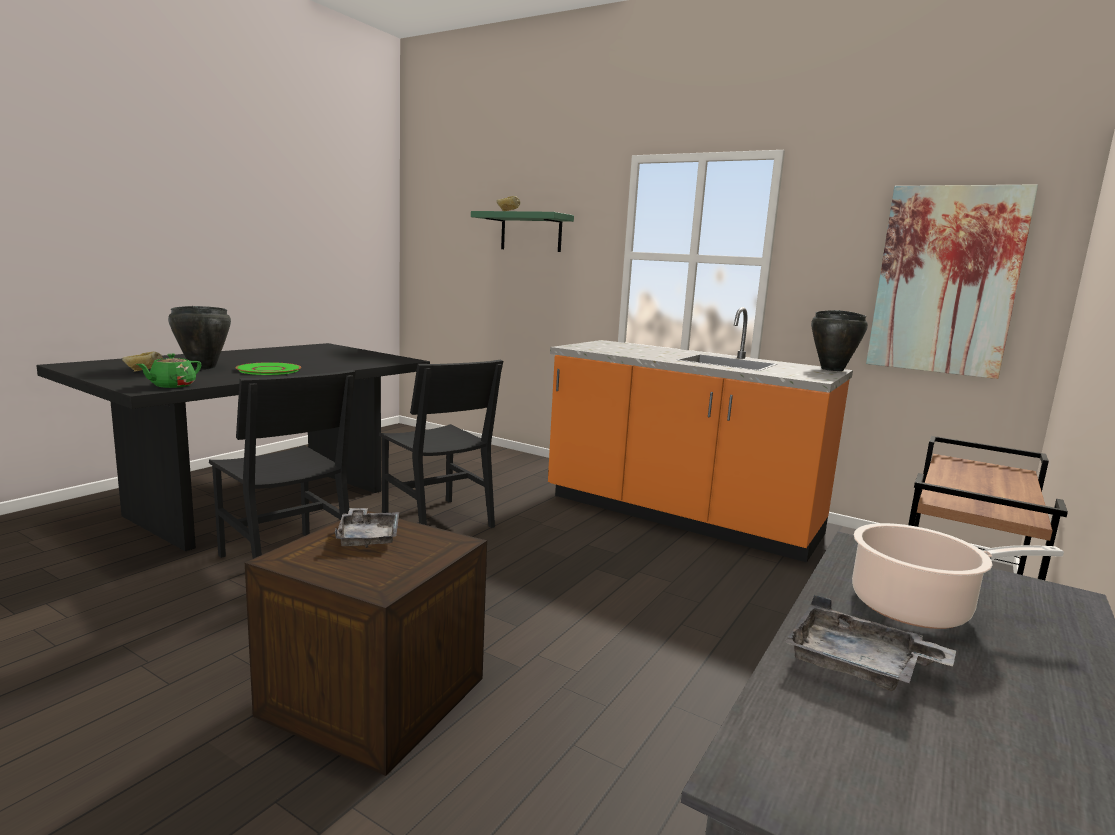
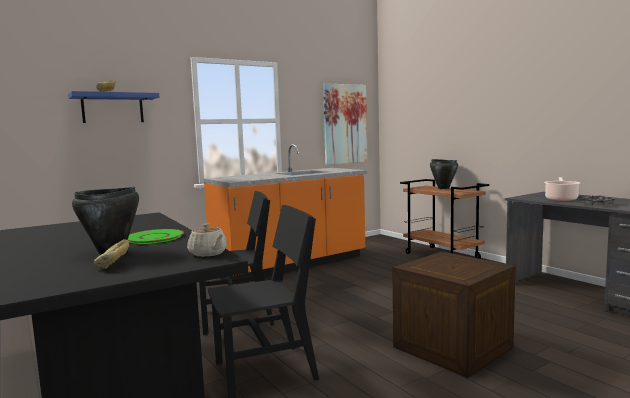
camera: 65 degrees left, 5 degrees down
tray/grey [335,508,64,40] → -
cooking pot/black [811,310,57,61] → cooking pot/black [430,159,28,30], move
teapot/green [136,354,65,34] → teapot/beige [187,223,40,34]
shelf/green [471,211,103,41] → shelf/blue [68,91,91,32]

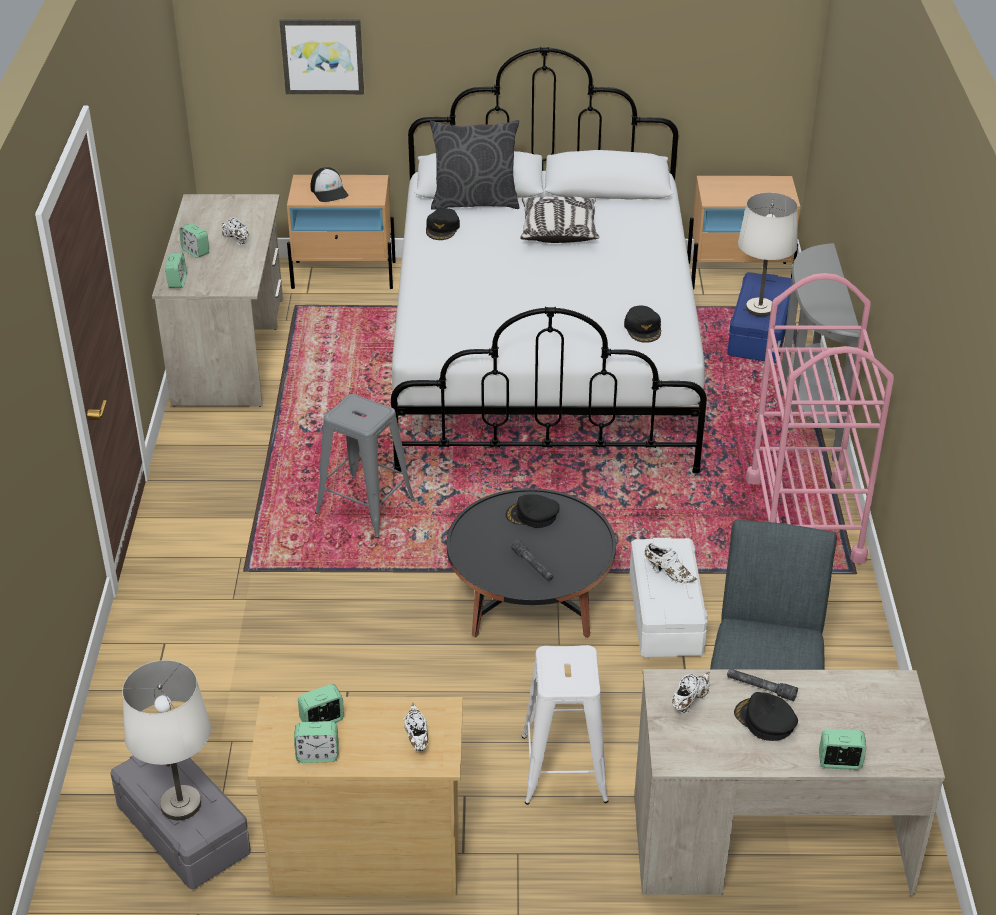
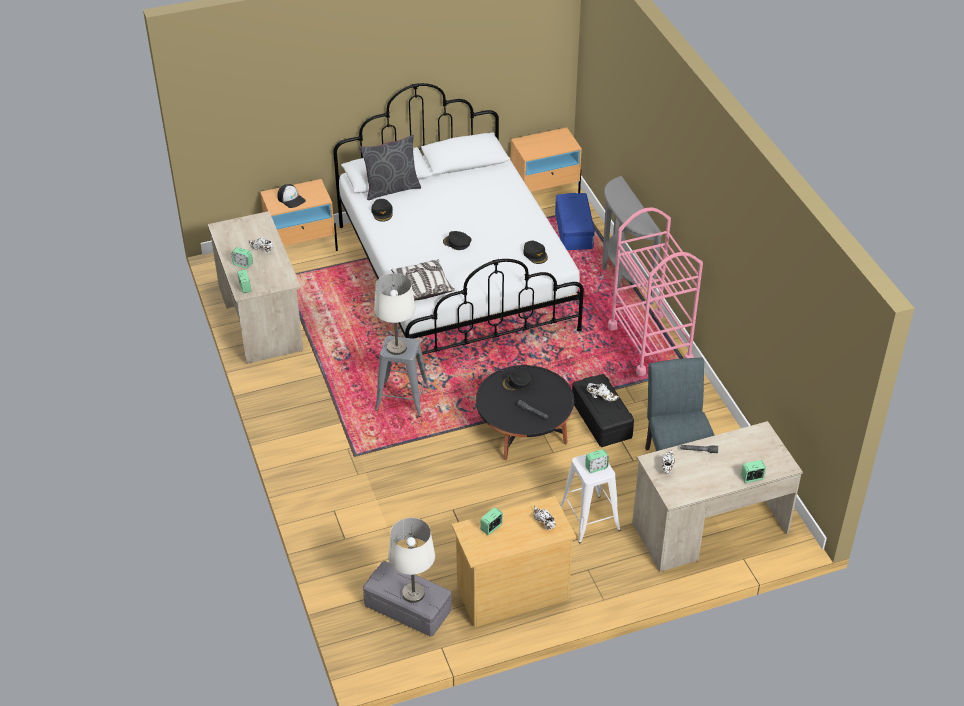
camera: 20 degrees left, 5 degrees up
picture [279,19,85,75] → -
alarm clock [294,721,45,42] → alarm clock [585,449,24,24], move
pillow [520,197,79,46] → pillow [391,259,64,42], move
cap/black [734,692,64,49] → cap/black [443,231,29,19], move
table lamp/white [738,192,60,125] → table lamp/white [374,273,42,82], move
storage box/white [630,537,78,120] → storage box/black [572,374,62,73]

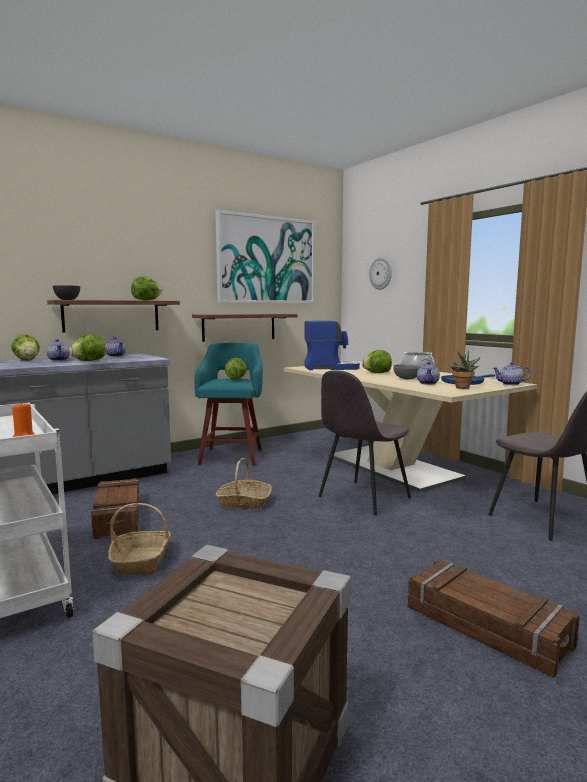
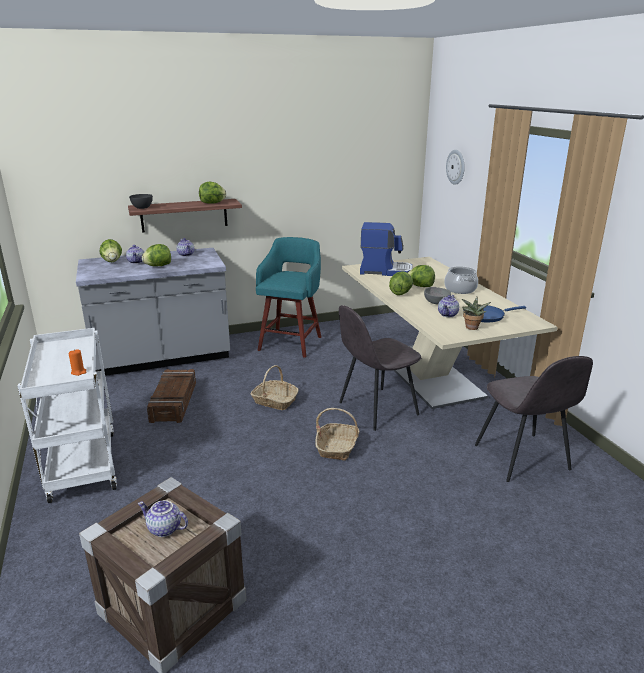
camera: 15 degrees right, 15 degrees up
shelf [192,314,106,28] → -
picture [215,210,100,93] → -
crate [408,560,172,118] → -
basket [108,503,63,71] → basket [315,408,45,53], move
lettuce [225,357,22,23] → lettuce [389,271,24,24], move
teapot [493,362,38,23] → teapot [138,500,50,37], move

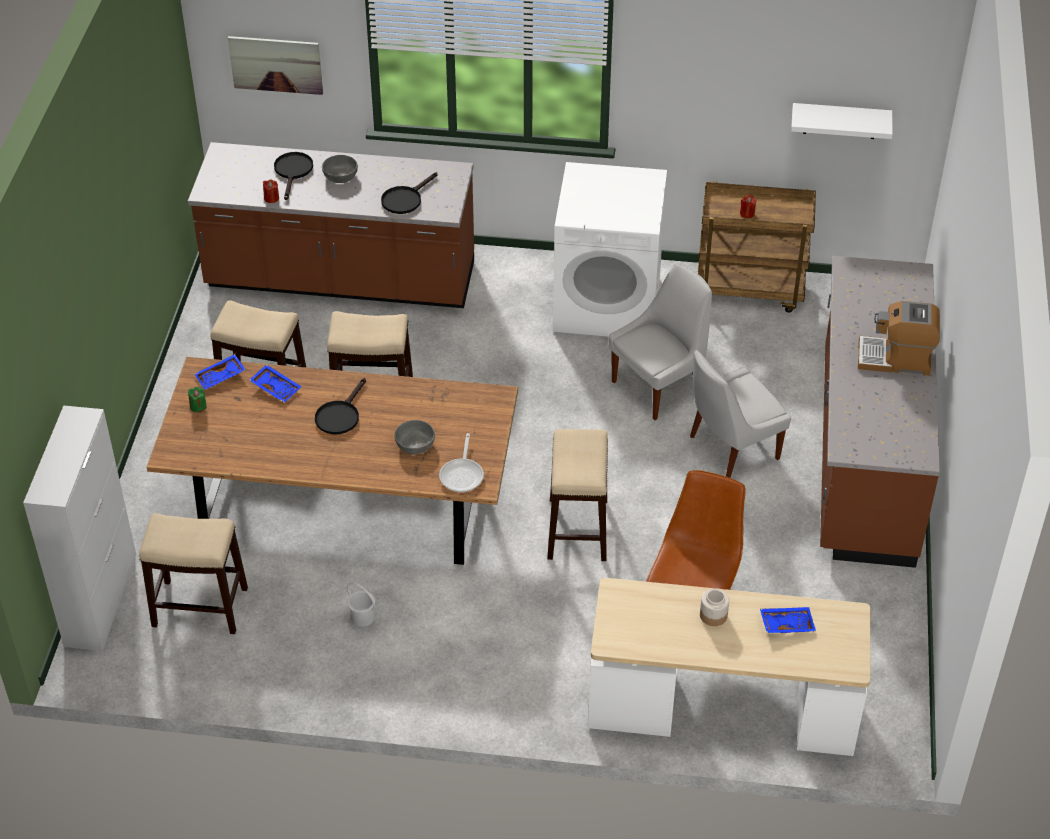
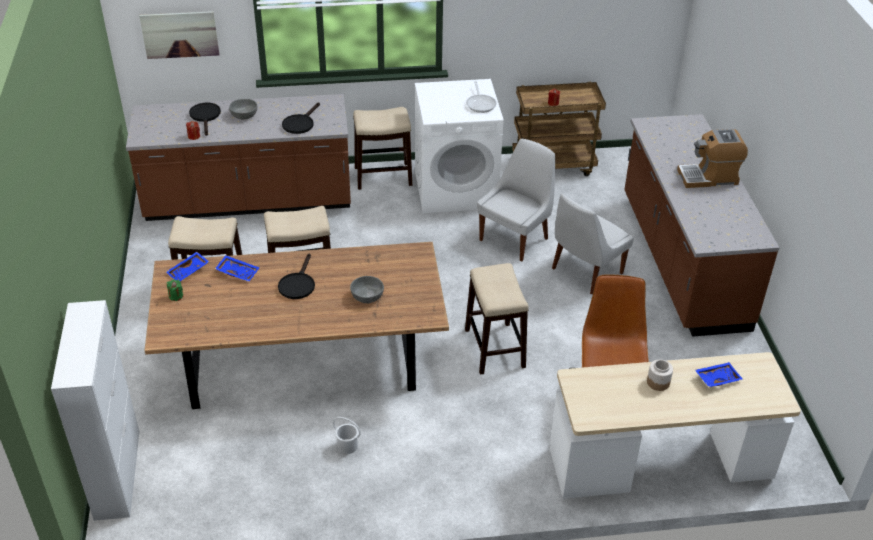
camera: 15 degrees left, 5 degrees down
shelf/white [791,103,102,36] → -
stool [139,513,109,121] → stool [353,107,59,83], move
frying pan [439,433,45,59] → frying pan [466,81,31,32], move

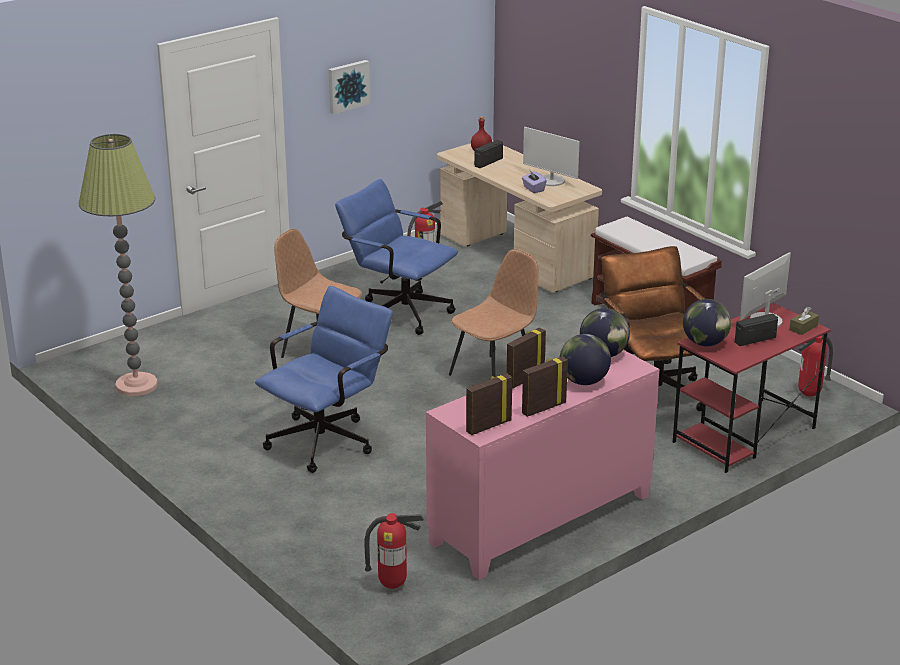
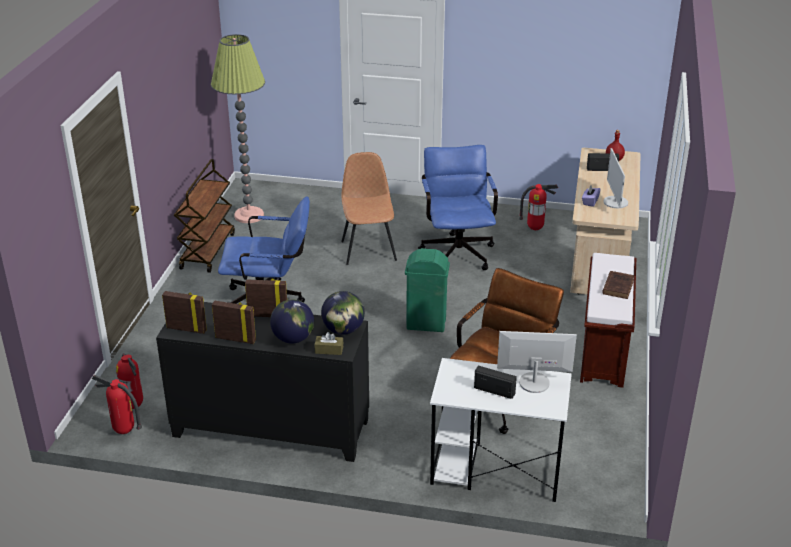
camera: 50 degrees right, 5 degrees up
picture [328,60,42,54] → -
globe [683,299,48,47] → -
- → cart/brown [174,159,61,114]
- → book/brown [602,271,33,28]
tissue box/brown [789,307,30,28] → tissue box/brown [314,332,29,23], move
fire extinguisher [798,335,35,62] → fire extinguisher [92,375,50,59], move
chair/brown [449,249,90,128] → trash can/green [405,248,45,84]
cabinet/pink [426,350,233,230] → cabinet/black [156,302,213,160]
desk/red [673,303,158,170] → desk/white [430,358,142,144]

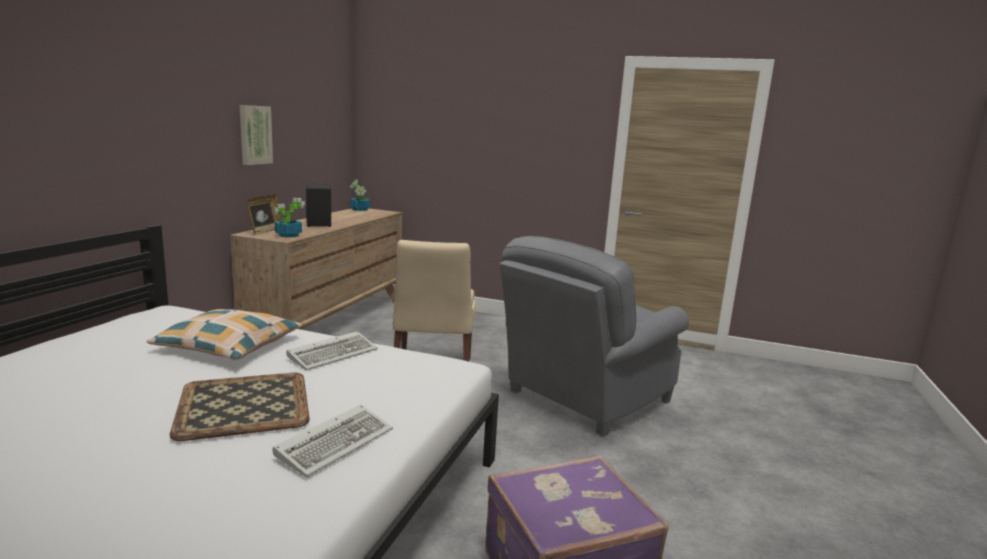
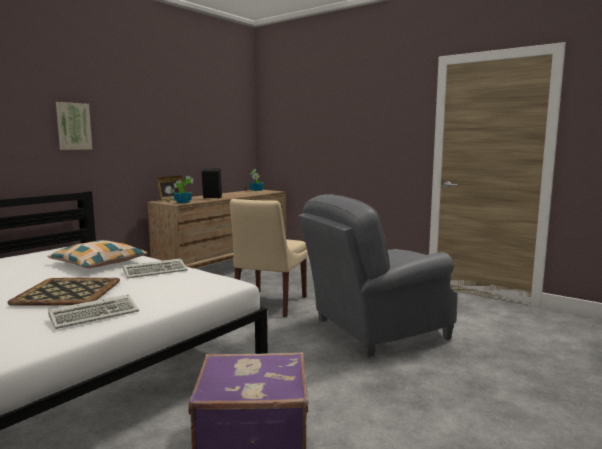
camera: 20 degrees right, 5 degrees down
picture [239,105,34,60] → picture [56,102,36,48], move

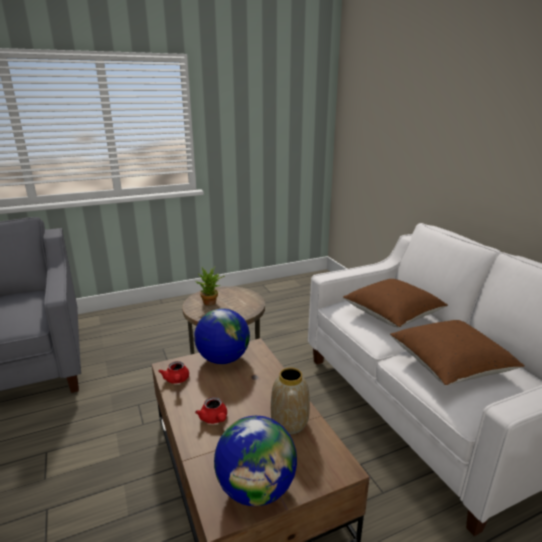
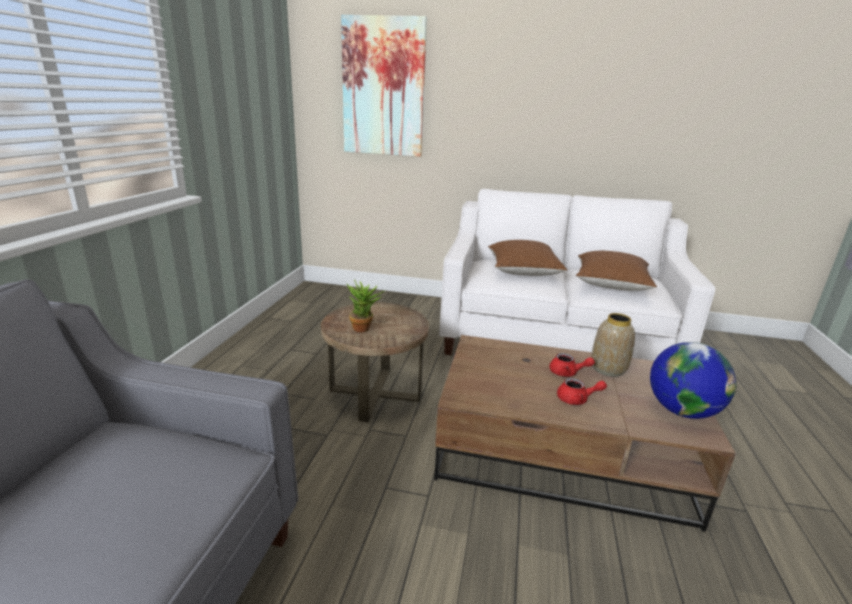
camera: 55 degrees left, 0 degrees up
globe [194,308,56,56] → -
- → picture [341,15,86,142]
teapot/red [158,361,31,23] → teapot/red [549,353,46,24], move

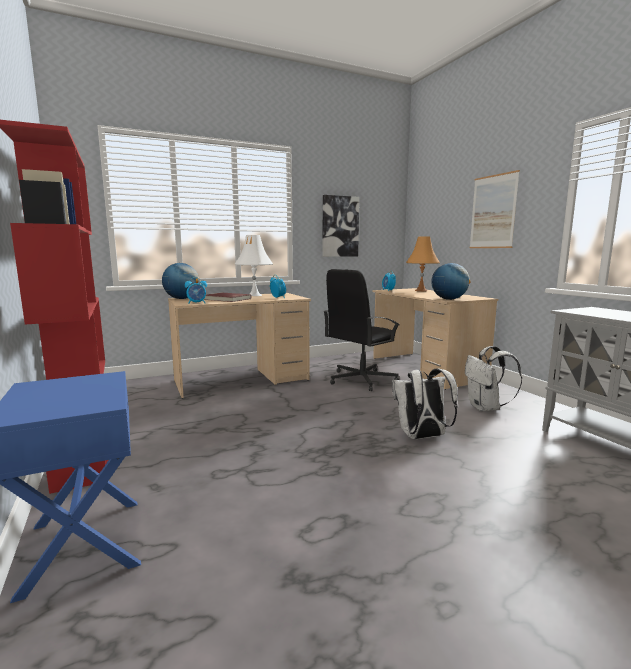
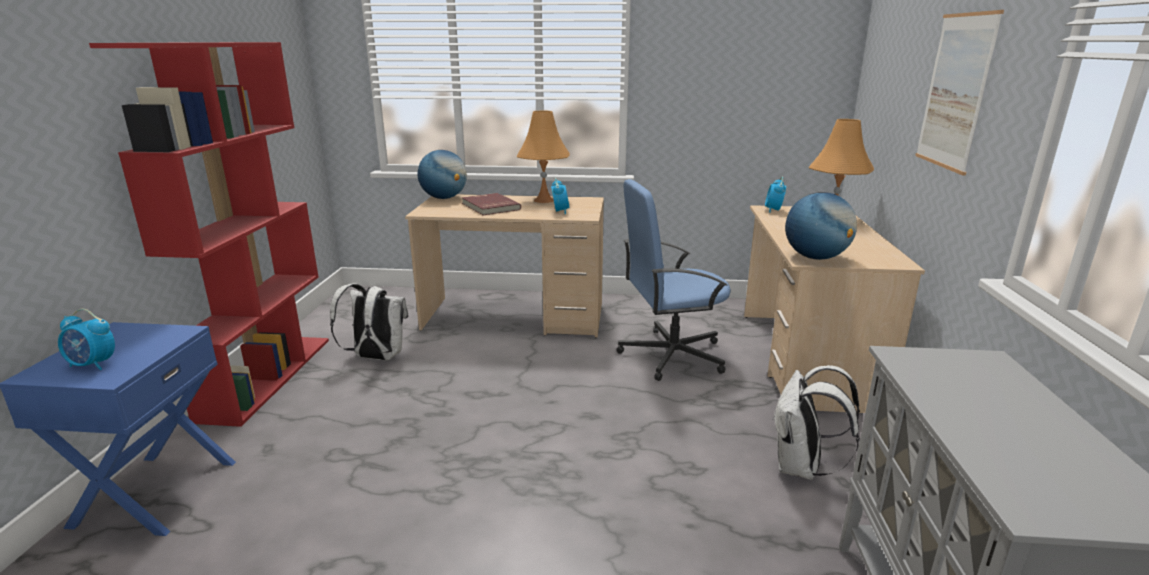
camera: 30 degrees right, 10 degrees up
picture [322,195,37,62] → -
alarm clock [185,277,22,27] → alarm clock [58,309,57,61], move
backpack/white [392,368,66,71] → backpack/white [330,283,78,77], move
table lamp/white [235,235,38,61] → table lamp/orange [517,110,53,93]
office chair/black [323,269,77,122] → office chair/blue [617,179,114,202]

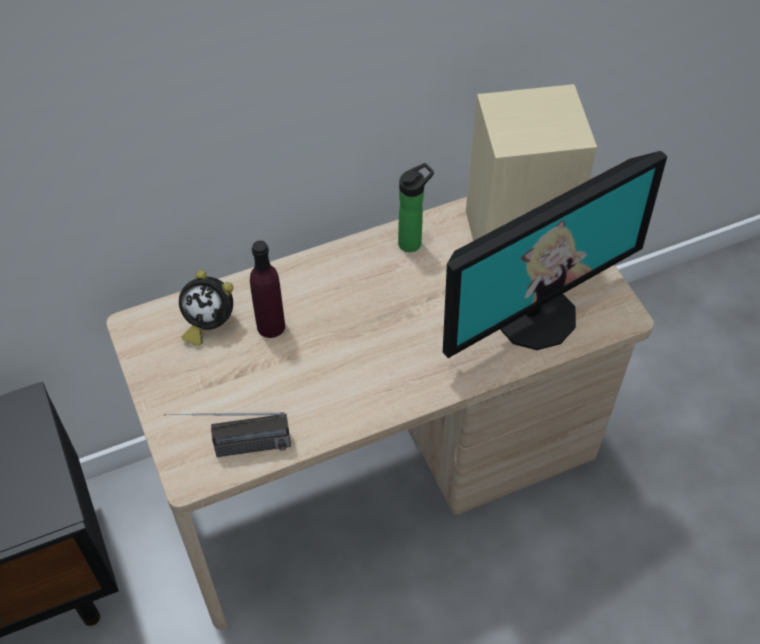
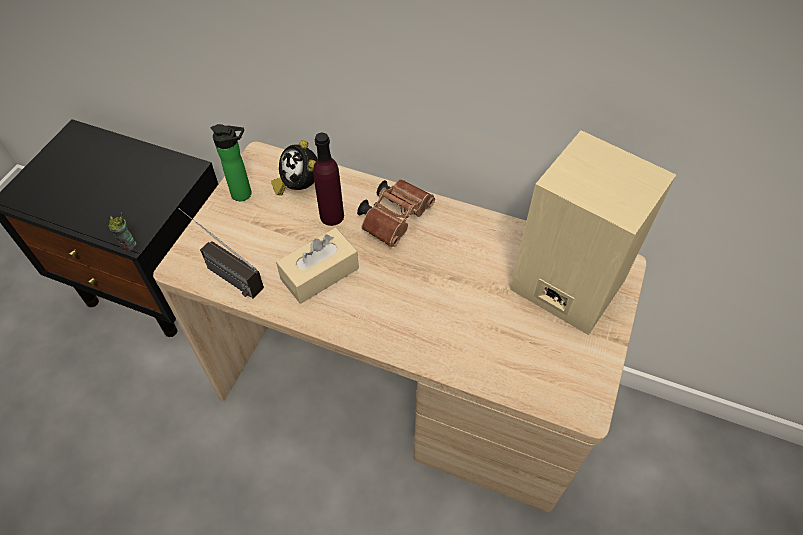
camera: 45 degrees right, 0 degrees up
monitor [443,151,224,207] → -
- → cup [108,212,28,39]
- → tissue box/beige [276,228,83,76]
- → binoculars/brown [357,179,78,68]
bottle [398,163,36,89] → bottle [211,124,41,77], move

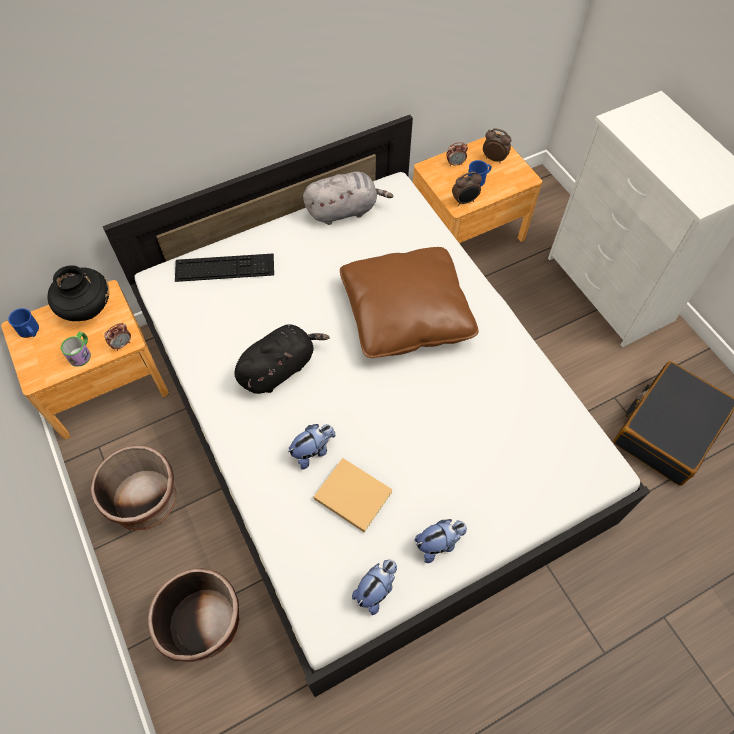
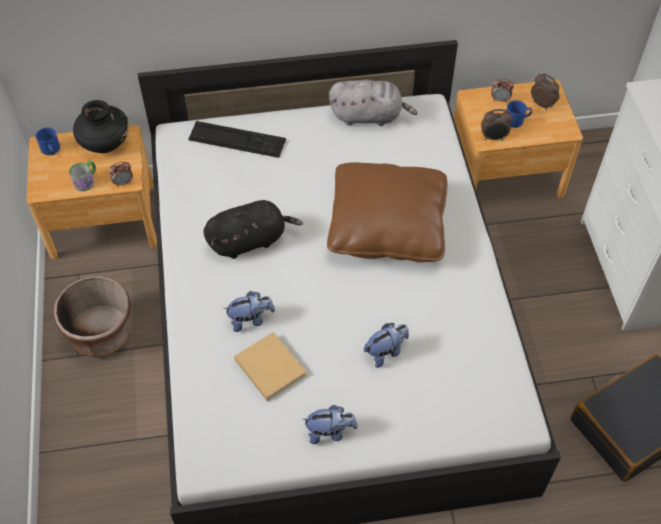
camera: 20 degrees right, 5 degrees down
planter/brown [148,568,91,94] → -
plush toy [352,559,45,56] → plush toy [364,323,45,45], move

